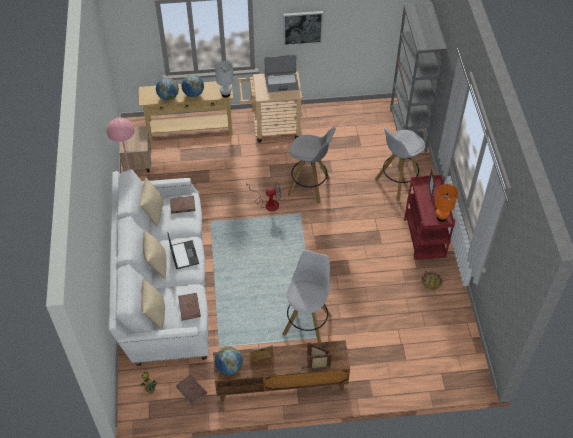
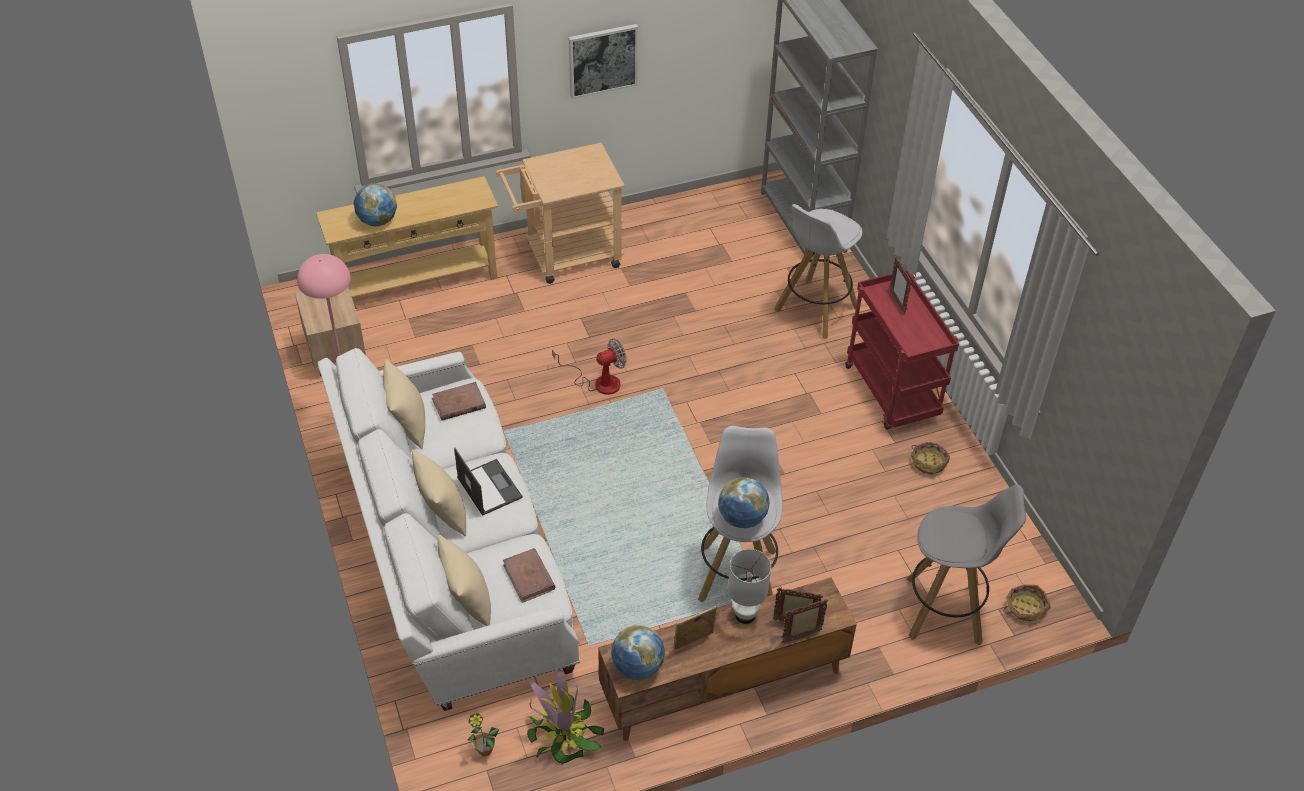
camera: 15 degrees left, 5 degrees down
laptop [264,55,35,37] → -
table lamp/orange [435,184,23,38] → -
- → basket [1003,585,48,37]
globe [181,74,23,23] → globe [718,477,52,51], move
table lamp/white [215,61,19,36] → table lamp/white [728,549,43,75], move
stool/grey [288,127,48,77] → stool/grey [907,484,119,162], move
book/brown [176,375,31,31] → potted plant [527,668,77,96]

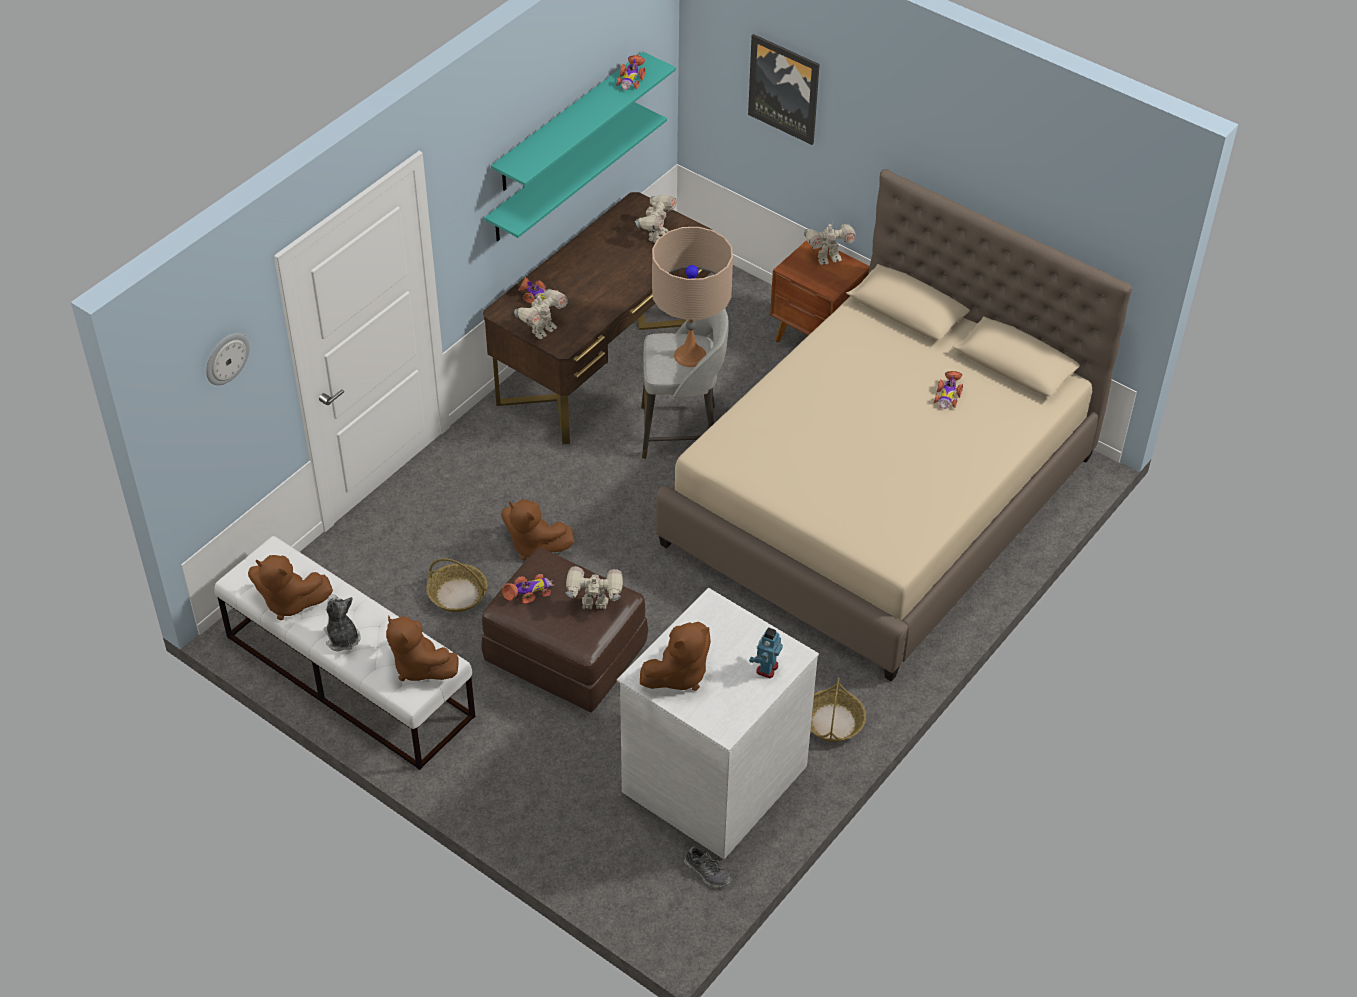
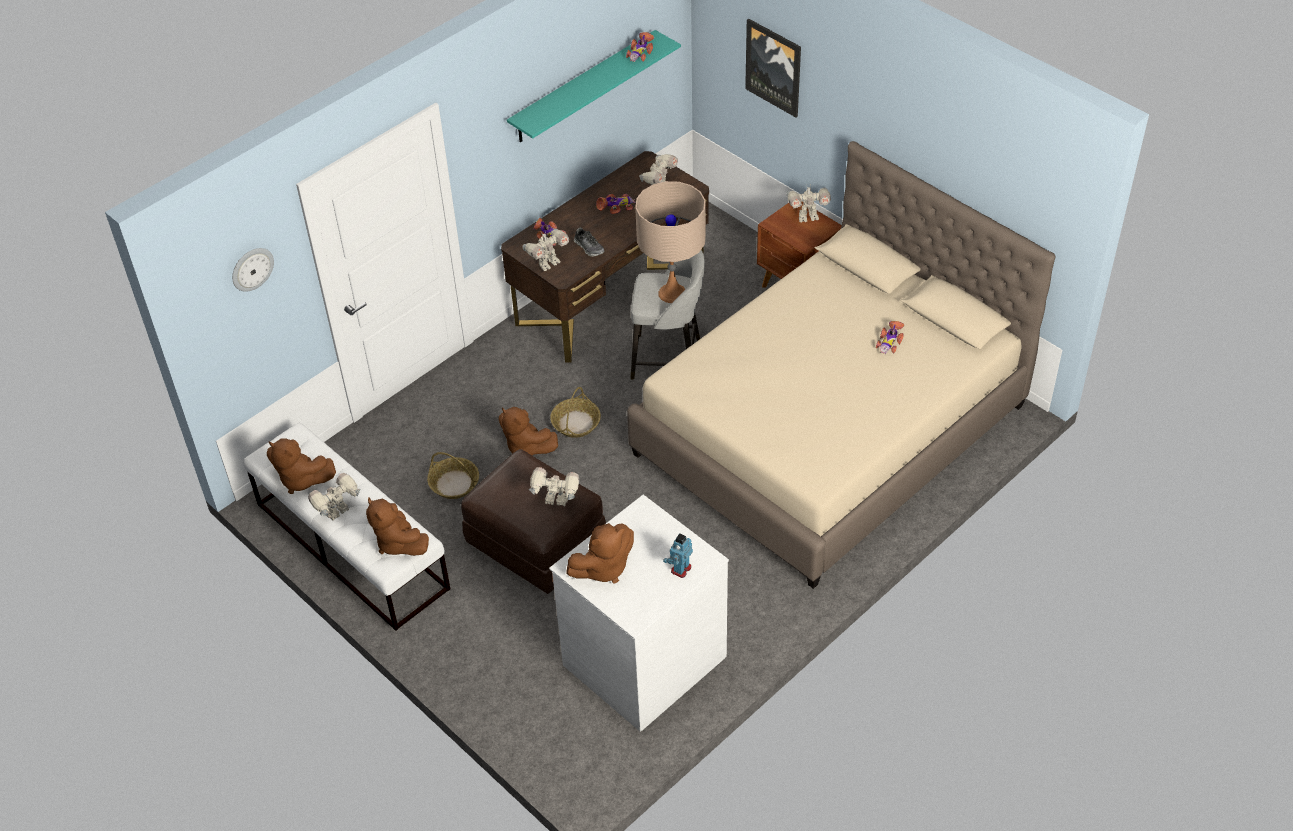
camera: 10 degrees right, 0 degrees up
shelf/turquoise [484,102,183,140] → -
toy car [502,574,52,30] → toy car [596,194,40,20], move
shoe [684,846,47,41] → shoe [574,227,31,30], move
basket [810,677,56,65] → basket [550,387,51,51], move
plush toy [324,594,37,57] → toy robot [308,473,53,48]

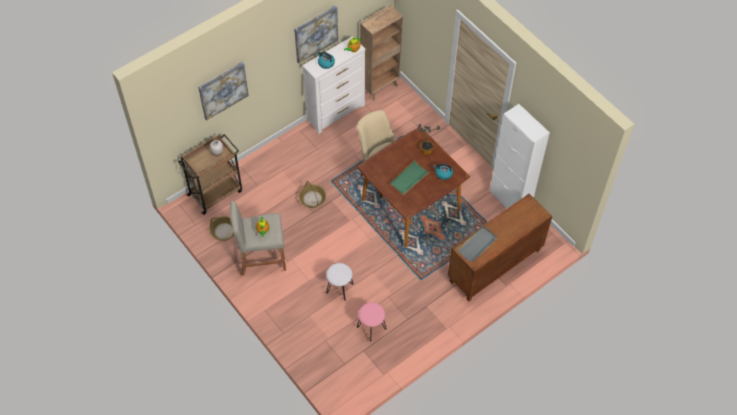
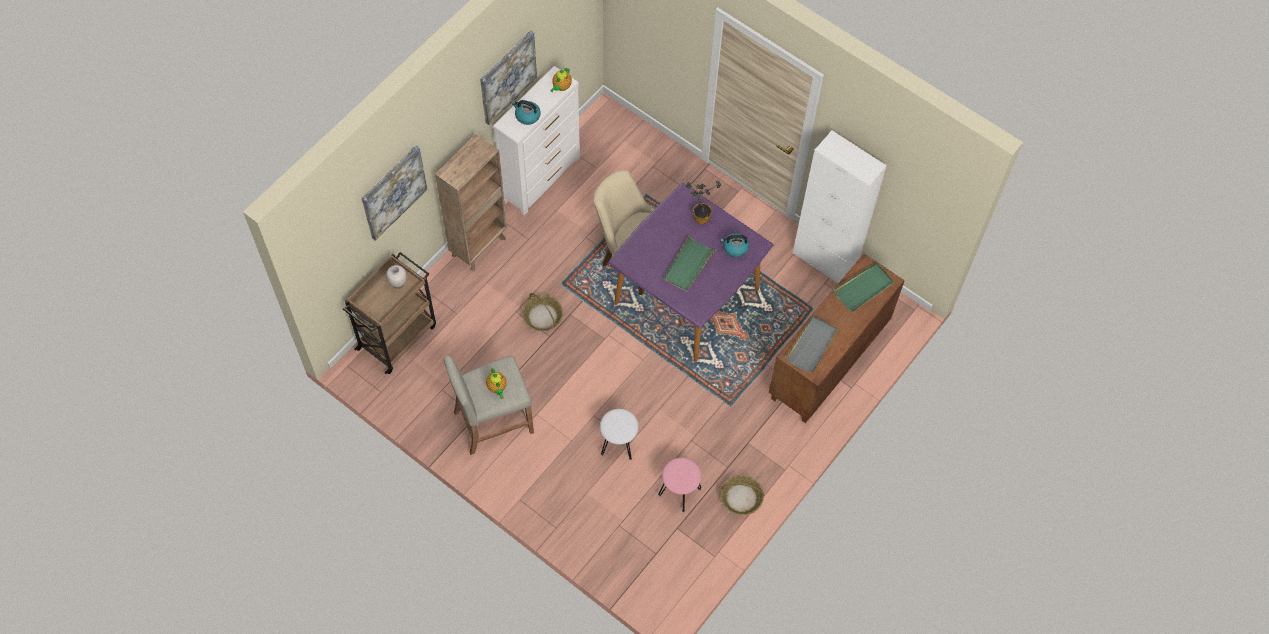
camera: 15 degrees left, 5 degrees up
- → tray/green [833,263,61,49]
basket [210,217,25,24] → basket [720,475,44,40], move
bookcase/brown [360,5,43,96] → bookcase/brown [435,134,72,137], move
dining table/brown [357,128,113,119] → dining table/purple [608,183,165,179]

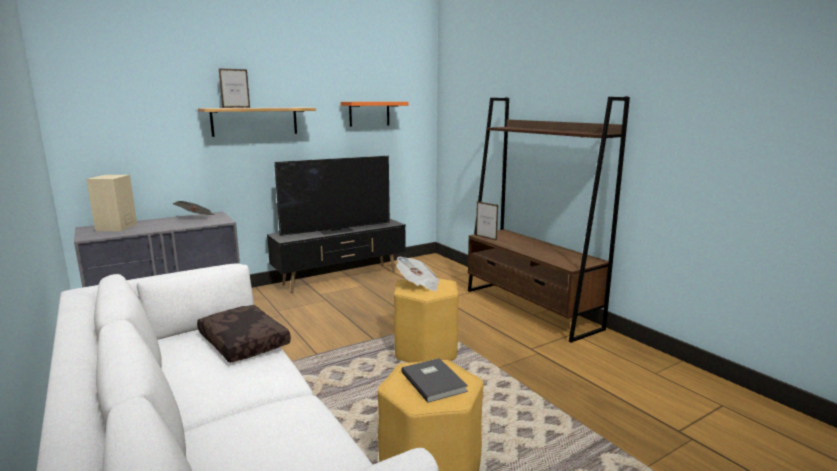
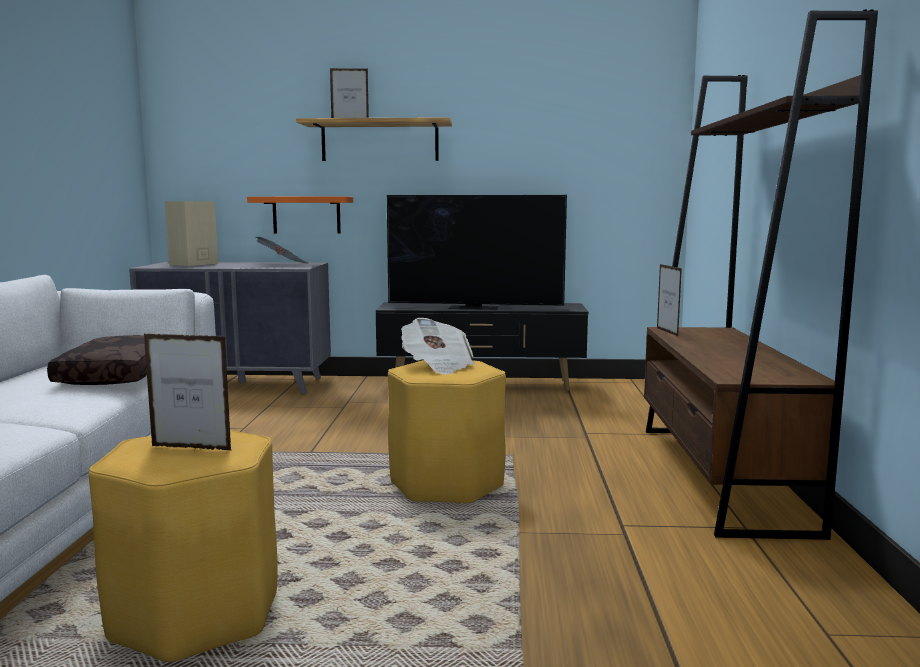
camera: 35 degrees right, 5 degrees down
shelf/orange [341,102,68,25] → shelf/orange [247,197,106,37], move
book/grey [401,358,67,45] → picture frame [144,334,88,117]

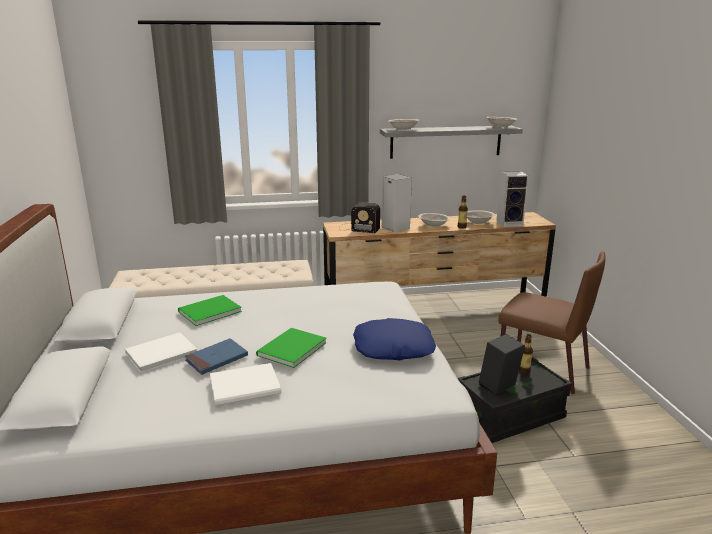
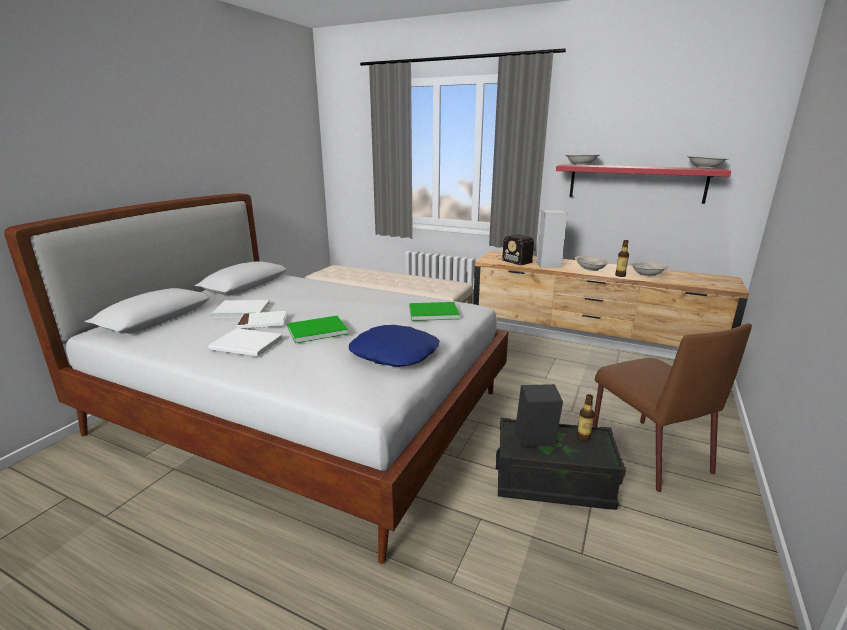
camera: 35 degrees right, 0 degrees up
speaker [496,171,33,56] → -
book/green [178,295,64,31] → book/green [409,302,51,19], move
book/blue [185,338,63,37] → book/white [236,311,51,18]
shelf/grey [380,125,143,34] → shelf/red [556,164,175,40]

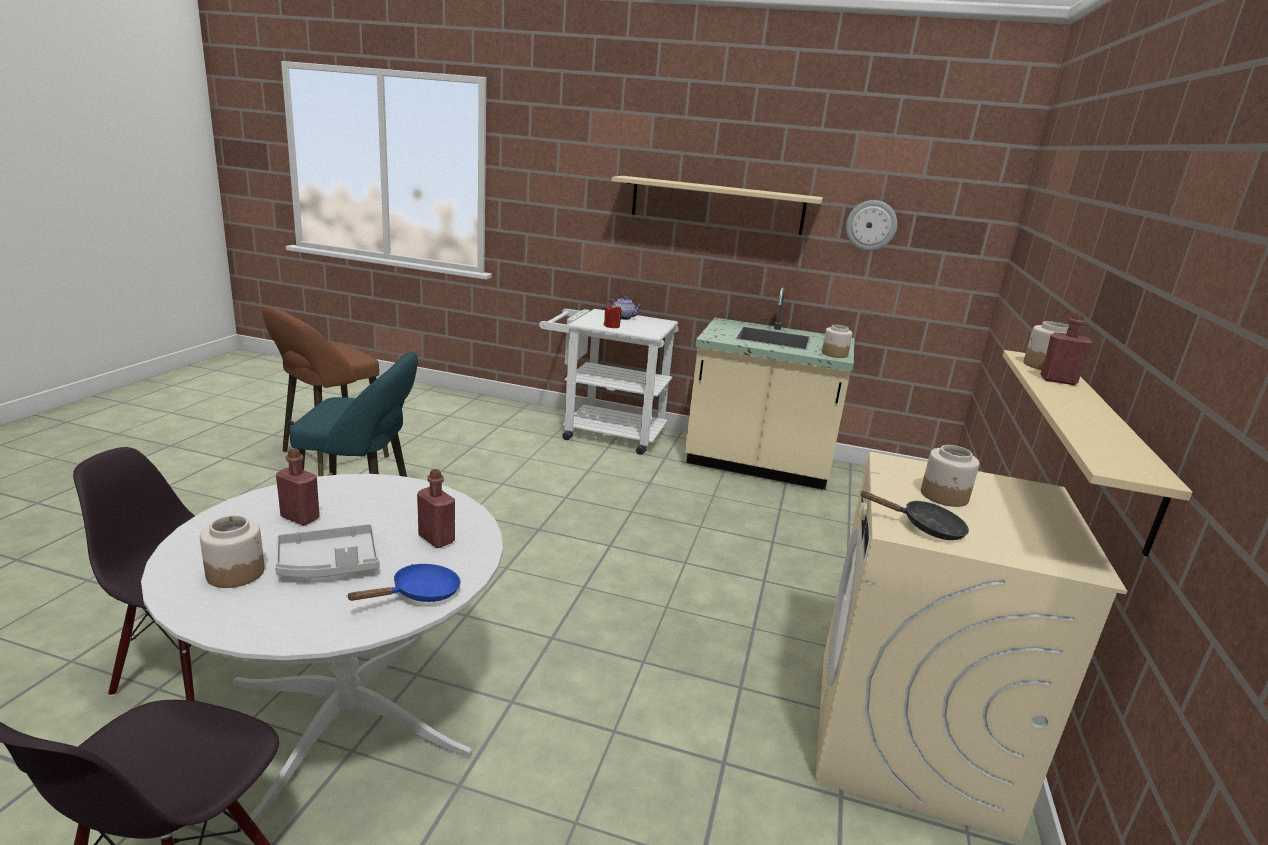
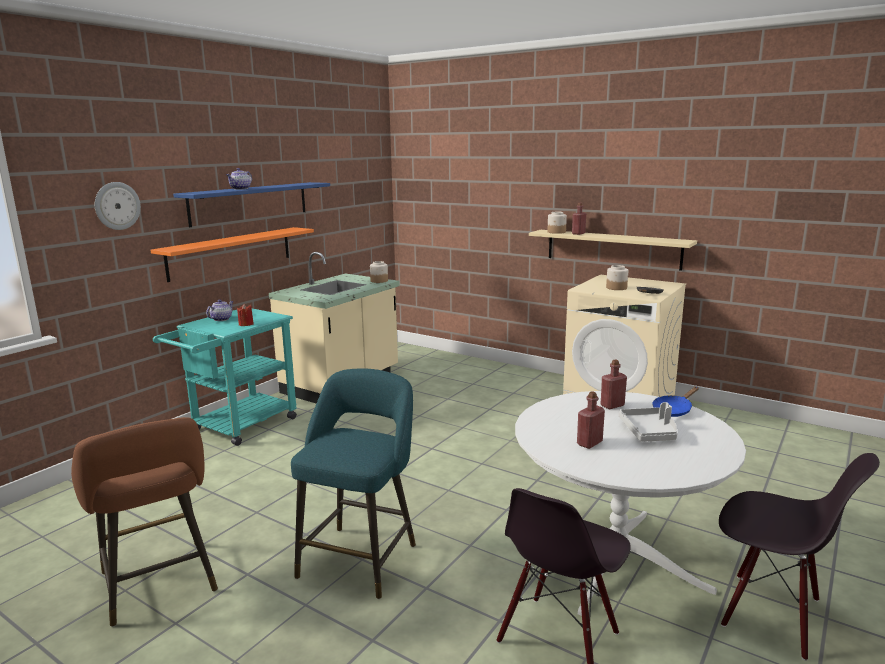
camera: 70 degrees left, 5 degrees down
jar [200,515,65,73] → -
- → shelf/orange [151,227,163,55]
- → teapot [226,168,26,22]
wall clock [846,200,51,50] → wall clock [95,182,46,48], move
cart/white [539,309,140,146] → cart/turquoise [153,309,144,137]
shelf/beige [612,176,211,59] → shelf/blue [173,182,157,45]
frying pan/blue [346,564,115,38] → frying pan/blue [652,387,47,30], 105 degrees counterclockwise

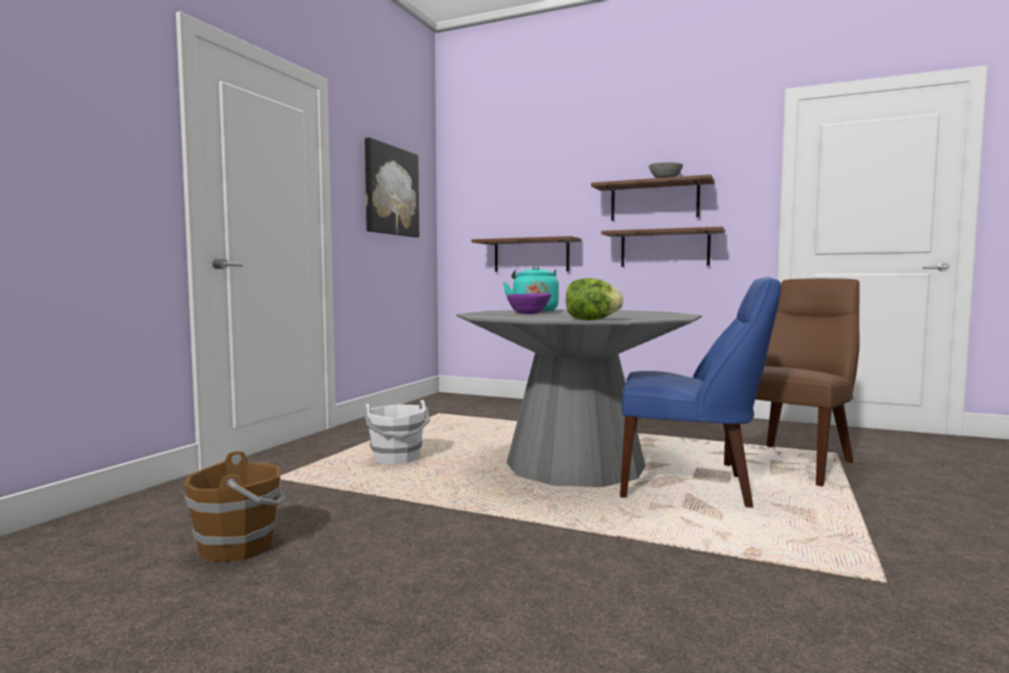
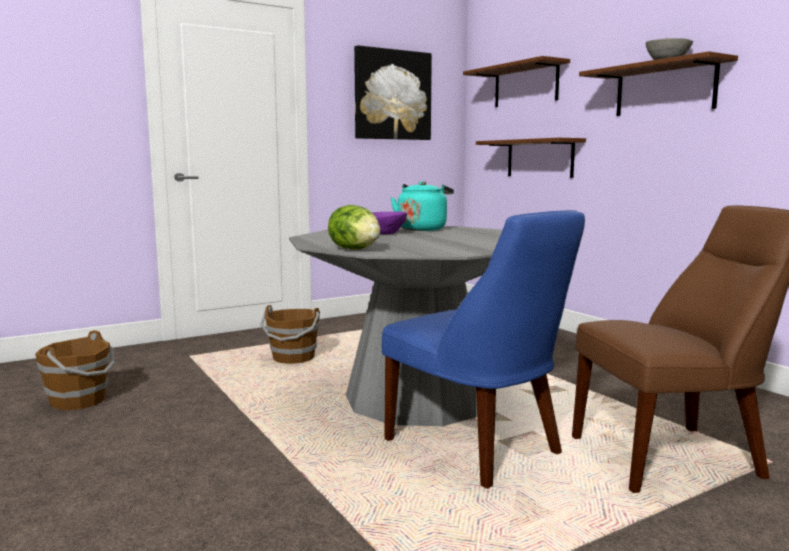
camera: 35 degrees right, 5 degrees up
shelf/brown [601,226,124,41] → shelf/brown [463,56,107,51], move
bucket/white [364,400,66,64] → bucket/brown [260,305,60,59]

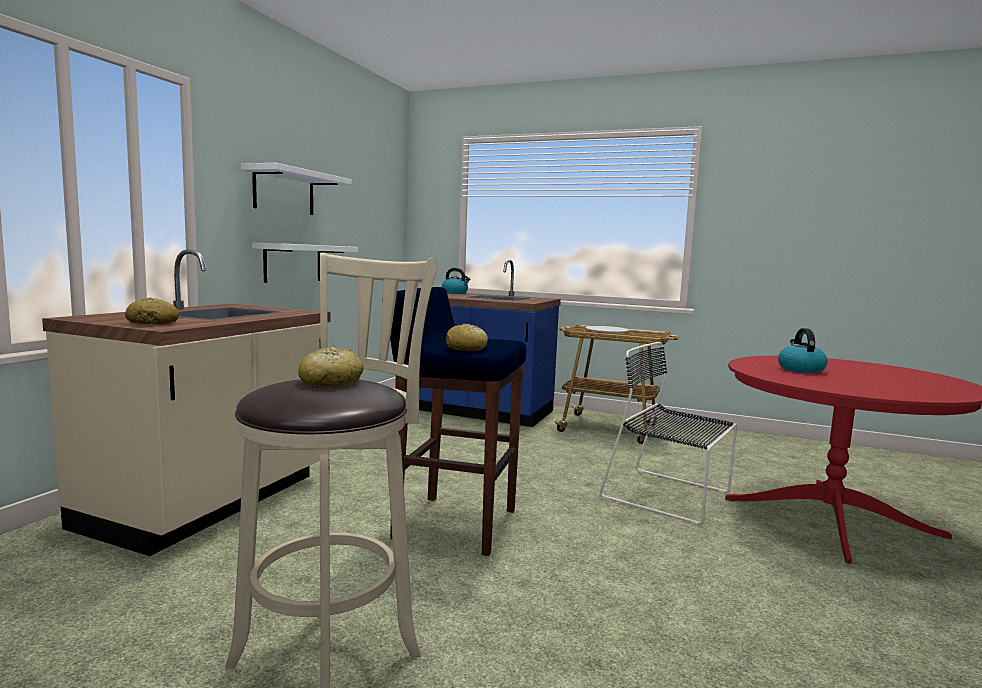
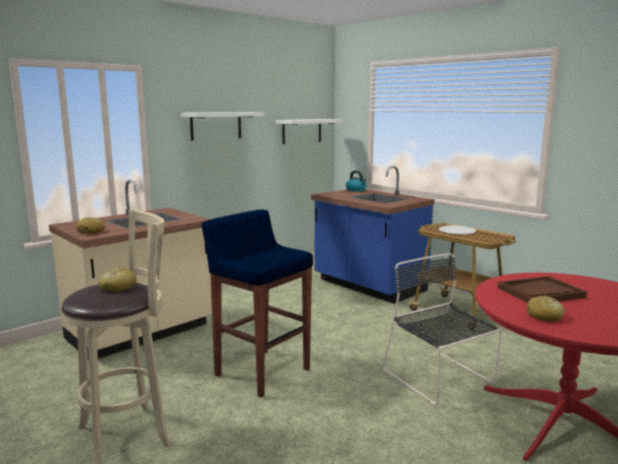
camera: 25 degrees right, 5 degrees up
shelf/white [252,243,106,40] → shelf/white [276,119,67,25], move
bread [446,324,42,27] → bread [527,295,38,26], move
kettle [778,328,50,45] → tray/brown [497,276,90,27]

